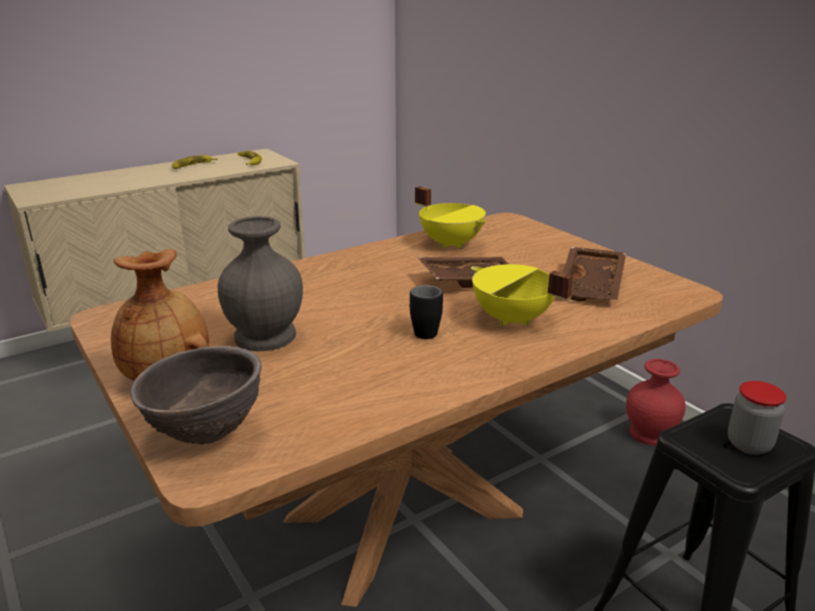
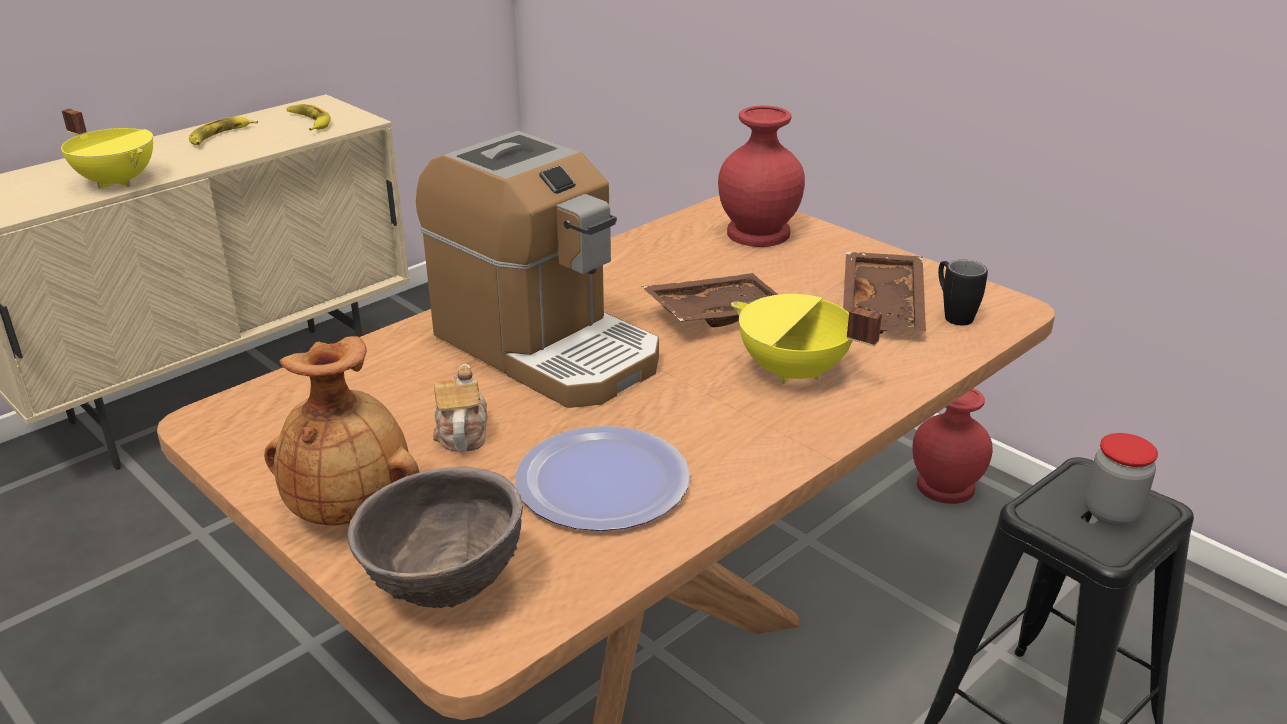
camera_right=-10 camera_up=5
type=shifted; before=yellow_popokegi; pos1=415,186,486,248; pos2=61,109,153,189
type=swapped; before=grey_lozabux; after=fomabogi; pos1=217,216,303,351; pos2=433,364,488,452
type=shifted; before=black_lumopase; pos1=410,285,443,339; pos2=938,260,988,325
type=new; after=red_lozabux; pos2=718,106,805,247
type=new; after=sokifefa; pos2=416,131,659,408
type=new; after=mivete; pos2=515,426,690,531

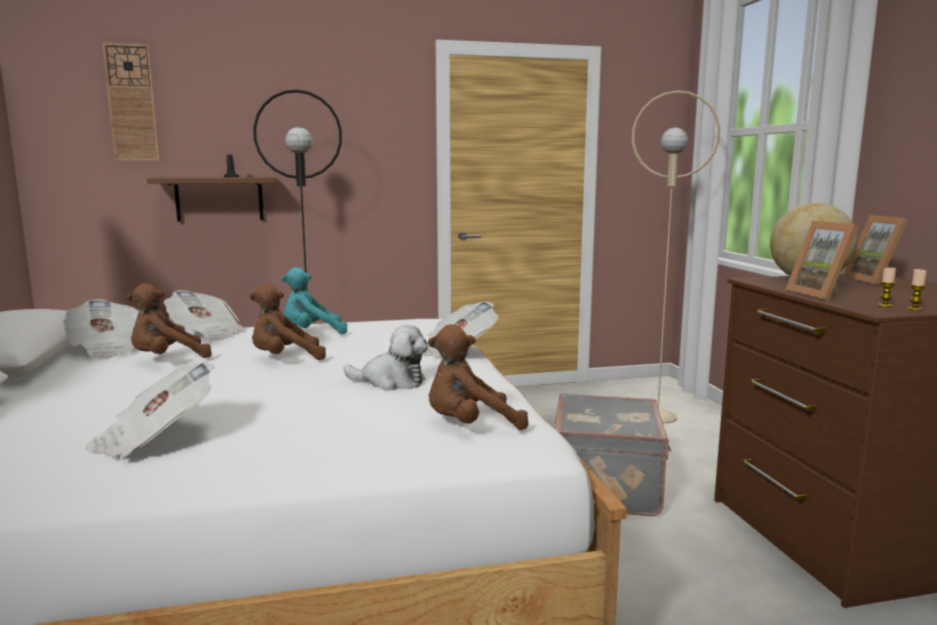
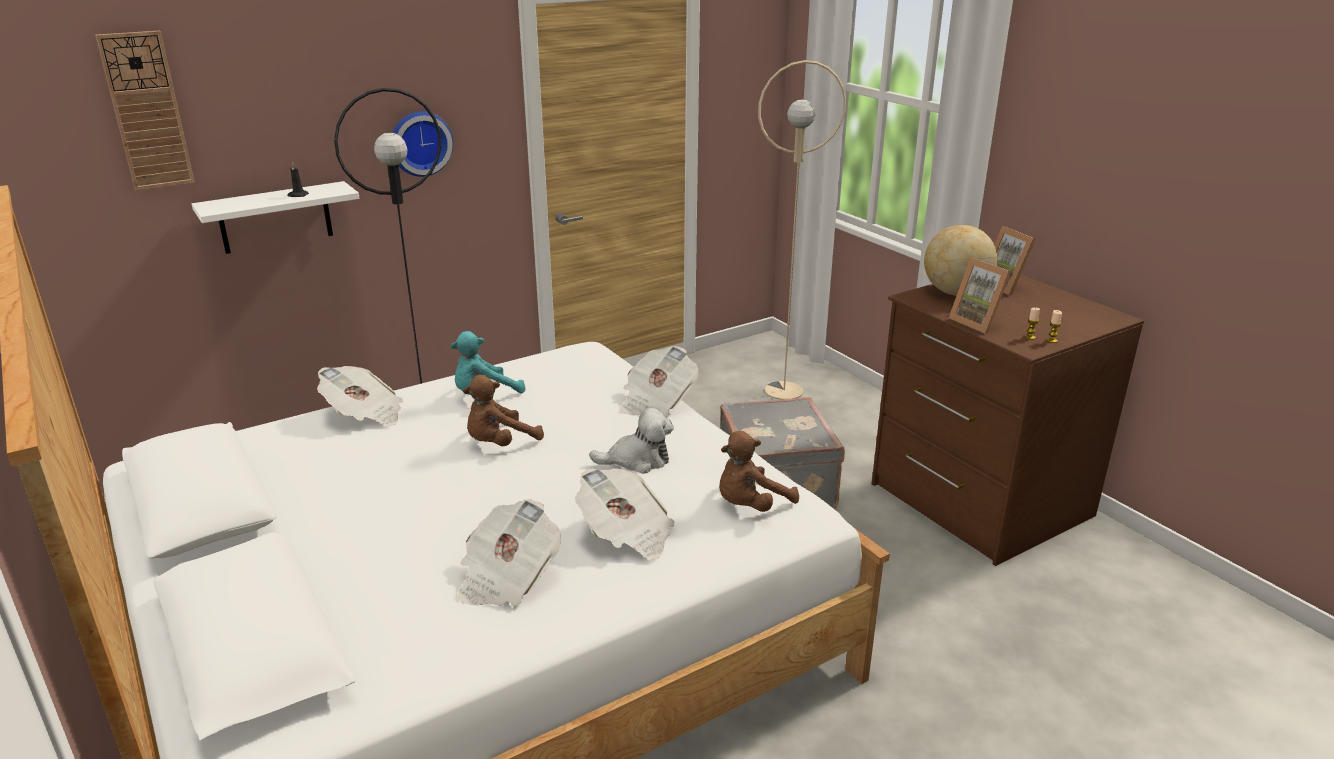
camera_right=-20 camera_up=15
type=repainted; before=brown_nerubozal; after=white_nerubozal; pos1=147,177,278,221; pos2=192,181,359,254
type=gone; before=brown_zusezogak; pos1=127,283,212,358
type=shifted; before=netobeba; pos1=64,299,140,360; pos2=575,468,675,559
type=new; after=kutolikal; pos2=393,112,453,177

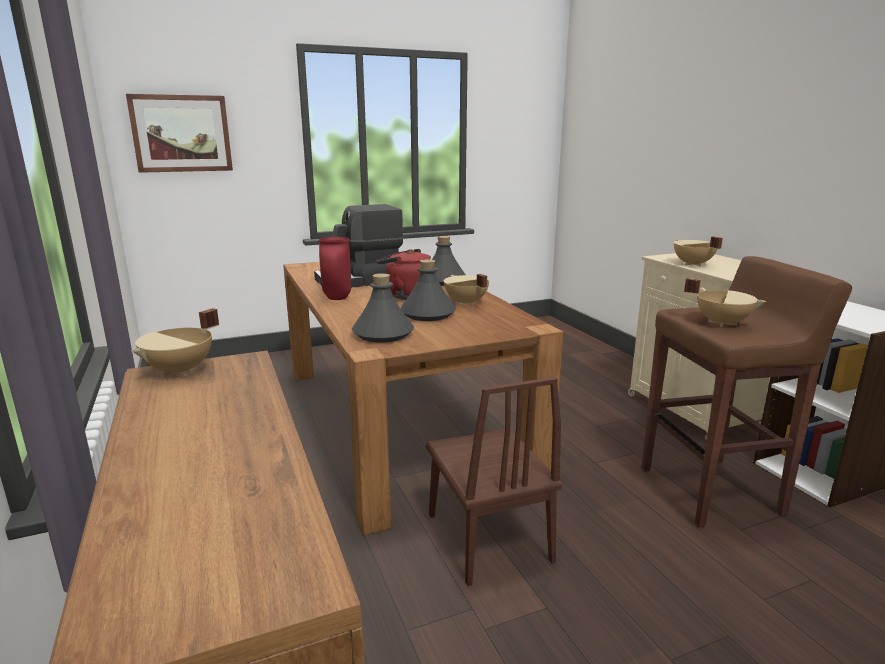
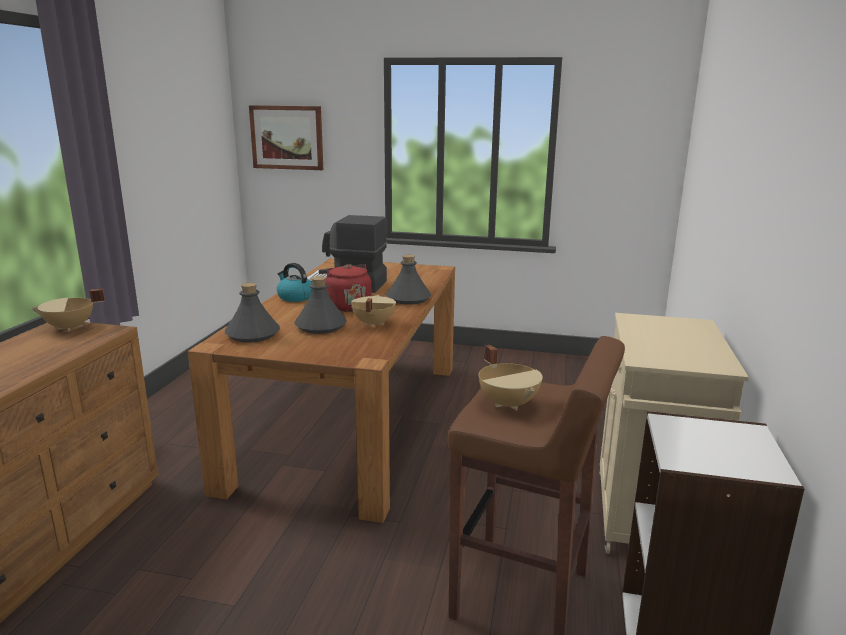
camera_right=35 camera_up=0
type=gone; before=beige_popokegi; pos1=674,236,723,266
type=swapped; before=red_lozabux; after=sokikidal; pos1=319,237,351,300; pos2=277,263,313,302
type=gone; before=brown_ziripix; pos1=426,377,562,586

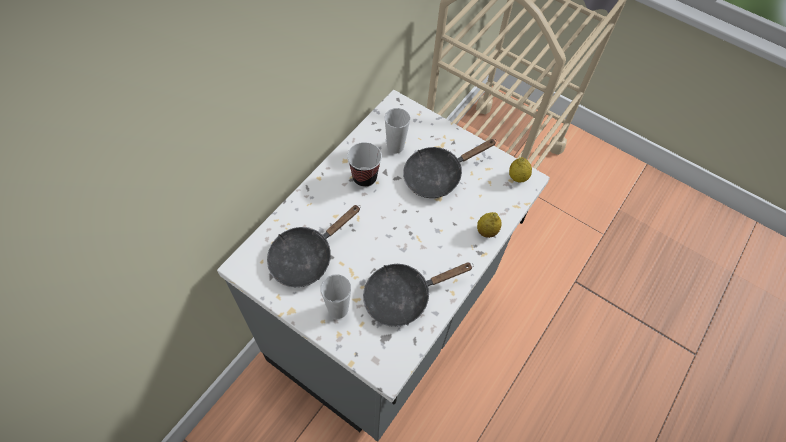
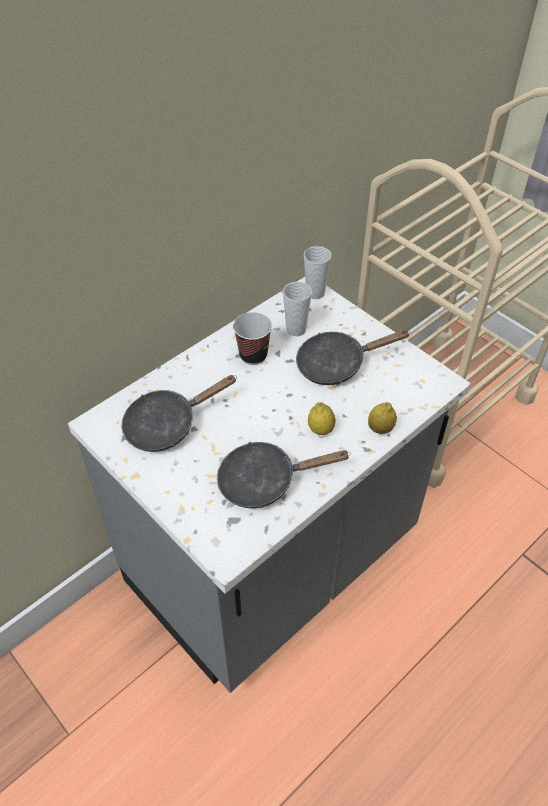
camera_right=15 camera_up=-10
type=shifted; before=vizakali; pos1=509,157,532,183; pos2=308,402,335,435
type=shifted; before=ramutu; pos1=320,274,351,319; pos2=304,246,332,299

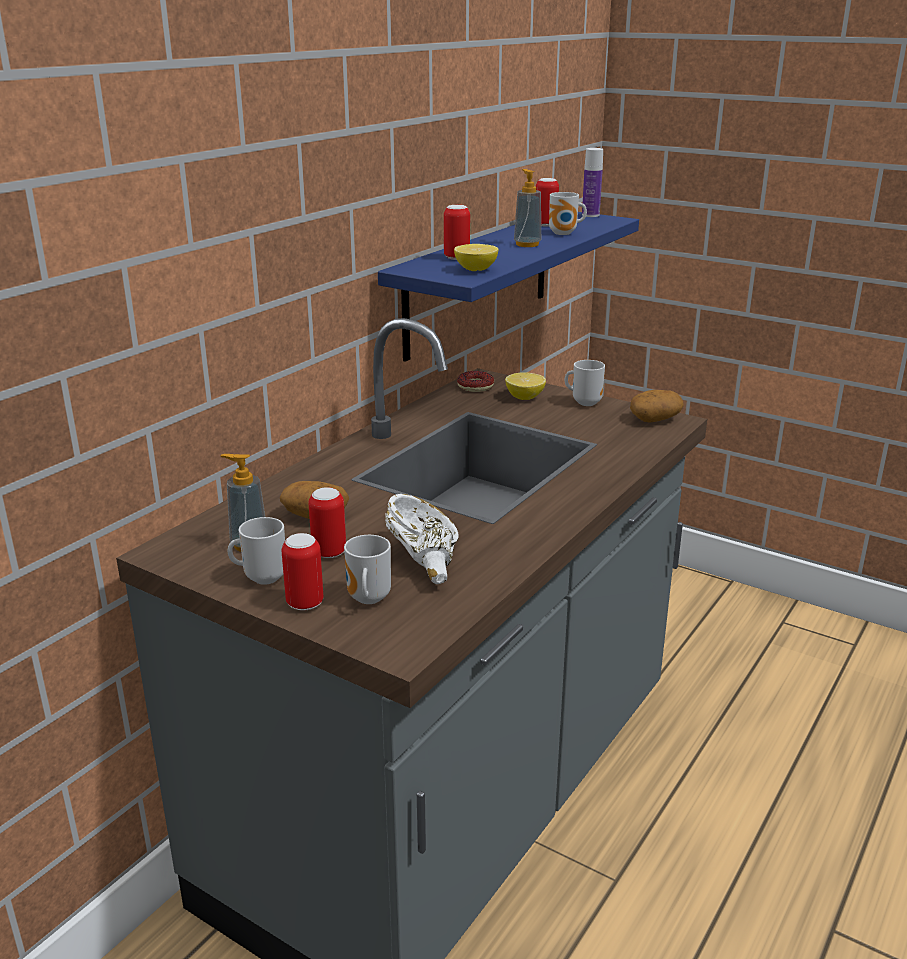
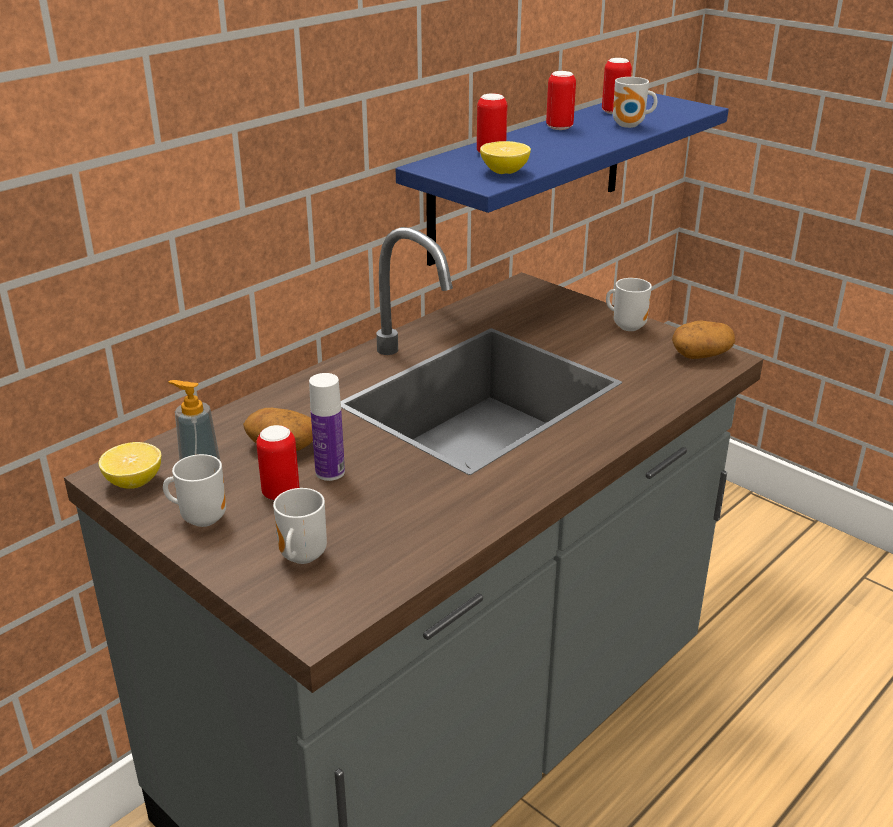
camera_right=10 camera_up=5
type=shifted; before=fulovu; pos1=582,148,603,217; pos2=309,373,345,481
type=gone; before=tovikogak; pos1=514,169,541,247
type=gone; before=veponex; pos1=457,371,494,392
type=shifted; before=vizakali; pos1=505,373,546,400; pos2=99,442,161,489
type=gone; before=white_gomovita; pos1=385,494,459,584
type=shifted; before=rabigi; pos1=282,533,323,611; pos2=546,71,576,130

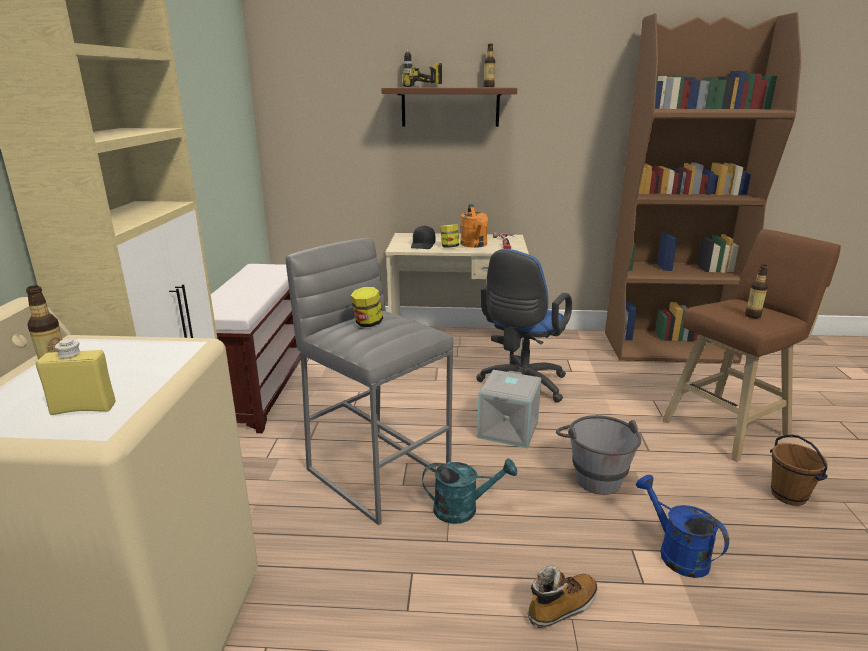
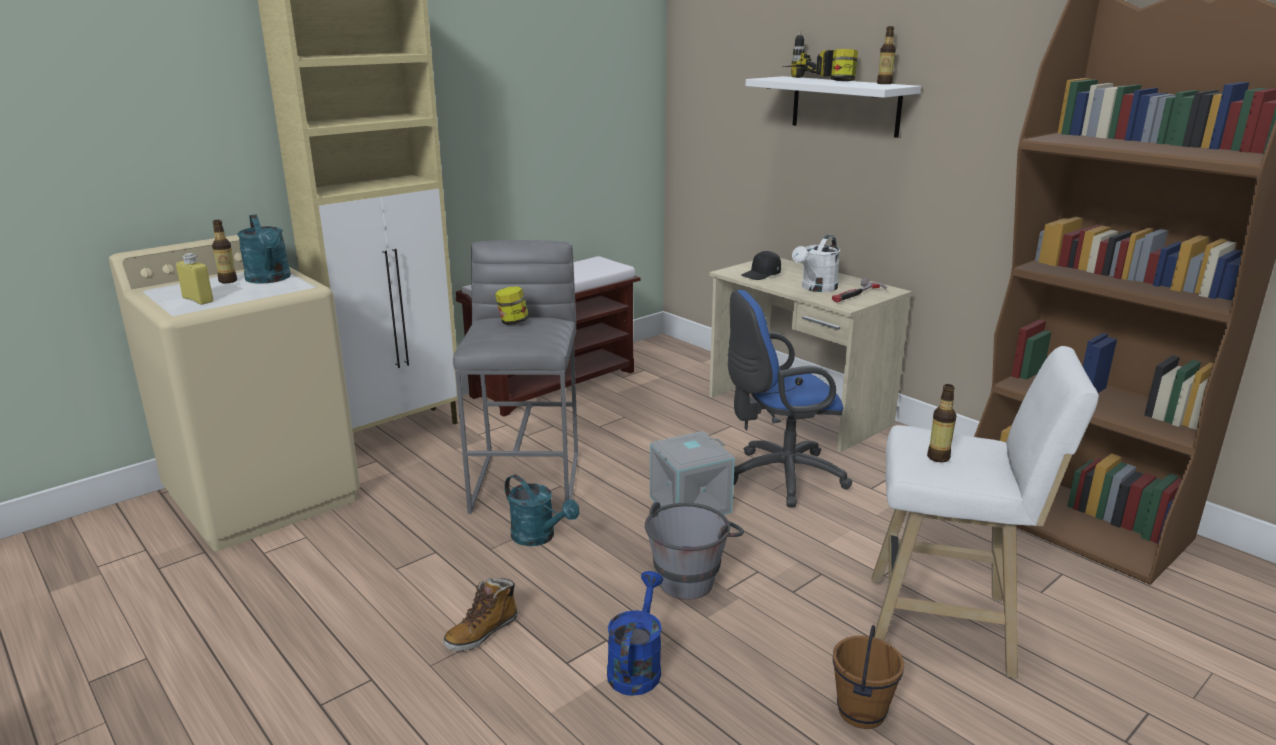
camera_right=45 camera_up=0
type=repainted; before=brown_nerubozal; after=white_nerubozal; pos1=381,87,517,127; pos2=745,76,921,138
type=repainted; before=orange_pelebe; after=white_pelebe; pos1=460,204,488,248; pos2=792,235,840,292
type=shifted; before=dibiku; pos1=440,224,459,248; pos2=831,49,858,81
type=repainted; before=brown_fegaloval; after=white_fegaloval; pos1=662,229,841,462; pos2=871,346,1099,679
type=rotated; before=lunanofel; pos1=528,565,598,628; pos2=443,578,518,651; turn=120
type=new; after=turquoise_pelebe; pos2=237,214,291,284

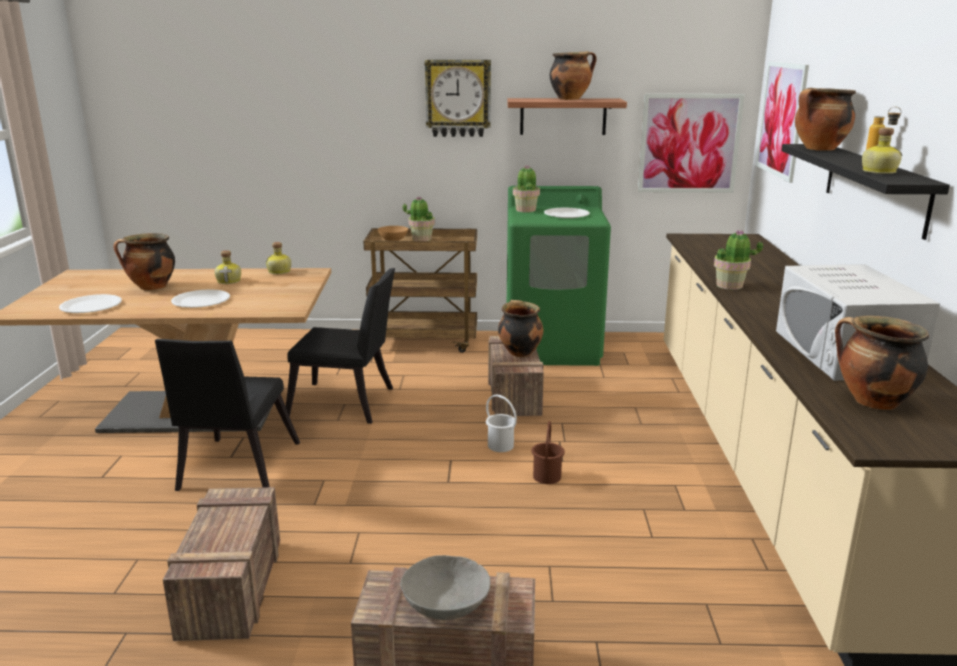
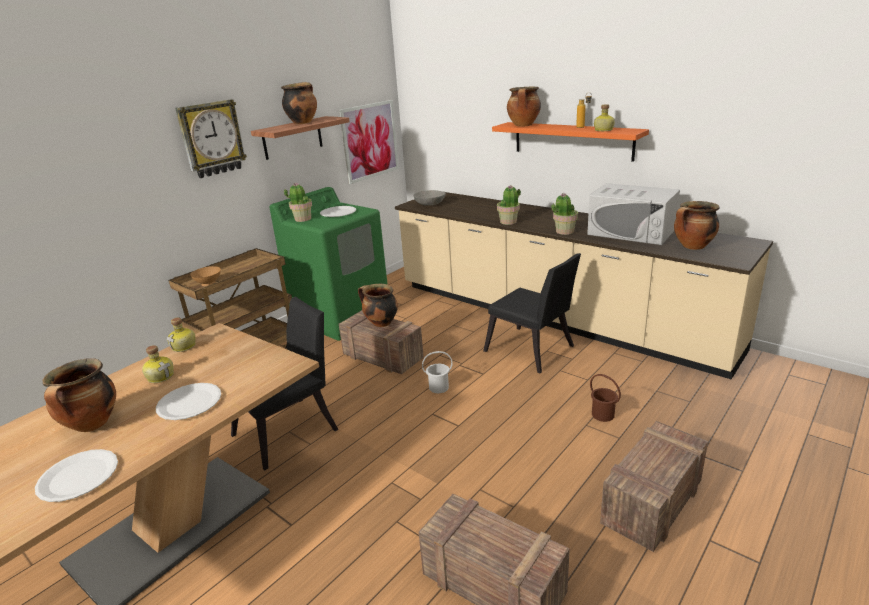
camera_right=-50 camera_up=5
type=gone; before=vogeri; pos1=756,61,809,183
type=repainted; before=black_nerubozal; after=orange_nerubozal; pos1=781,144,950,240; pos2=492,122,649,162
type=shifted; before=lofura; pos1=403,197,435,241; pos2=551,193,578,235
type=shifted; before=black_ziripix; pos1=155,339,300,491; pos2=483,253,581,373
type=shifted; before=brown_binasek; pos1=532,421,565,484; pos2=590,374,621,422
type=shifted; before=grey_gomovita; pos1=400,555,490,620; pos2=414,190,446,206

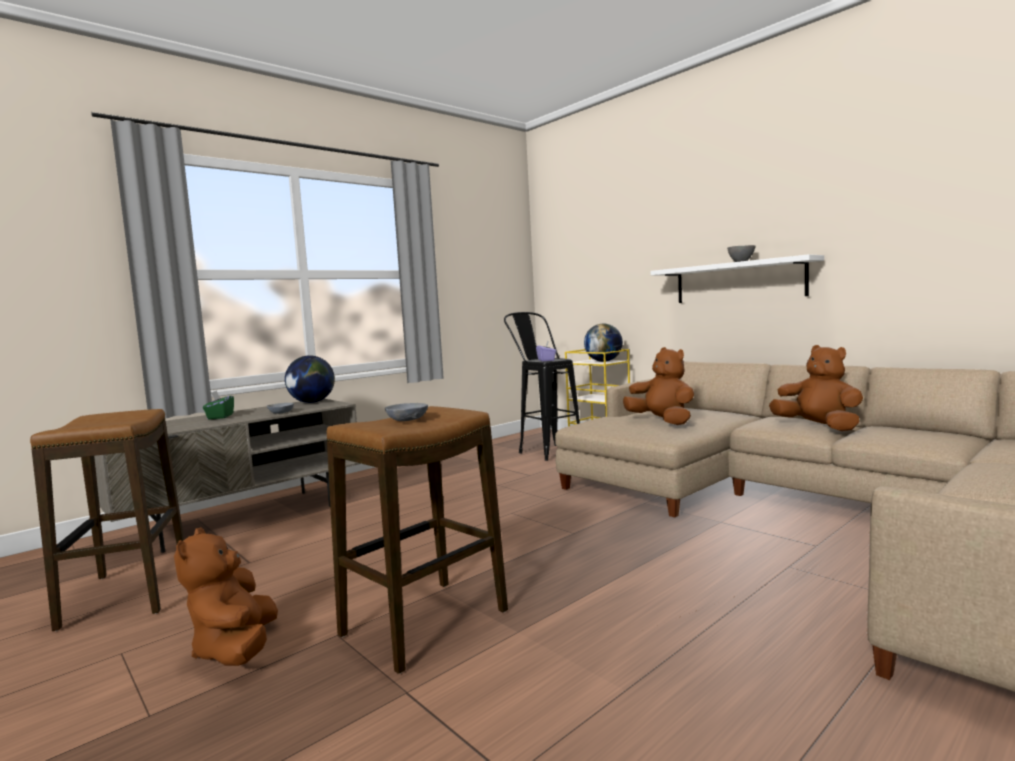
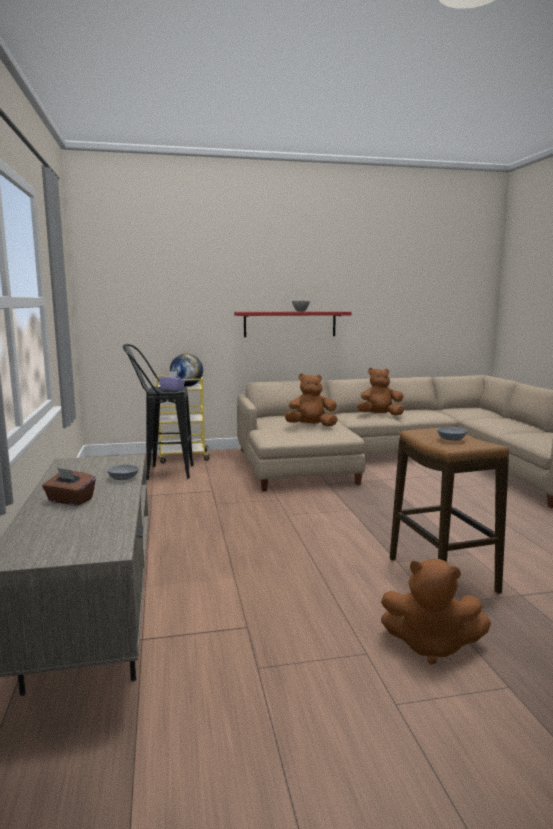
camera_right=-60 camera_up=5
type=repainted; before=white_nerubozal; after=red_nerubozal; pos1=651,254,824,303; pos2=234,311,352,337
type=gone; before=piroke; pos1=285,355,335,403
type=repainted; before=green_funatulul; after=brown_funatulul; pos1=203,390,234,419; pos2=42,467,96,506
type=gone; before=fegaloval; pos1=30,409,184,631

